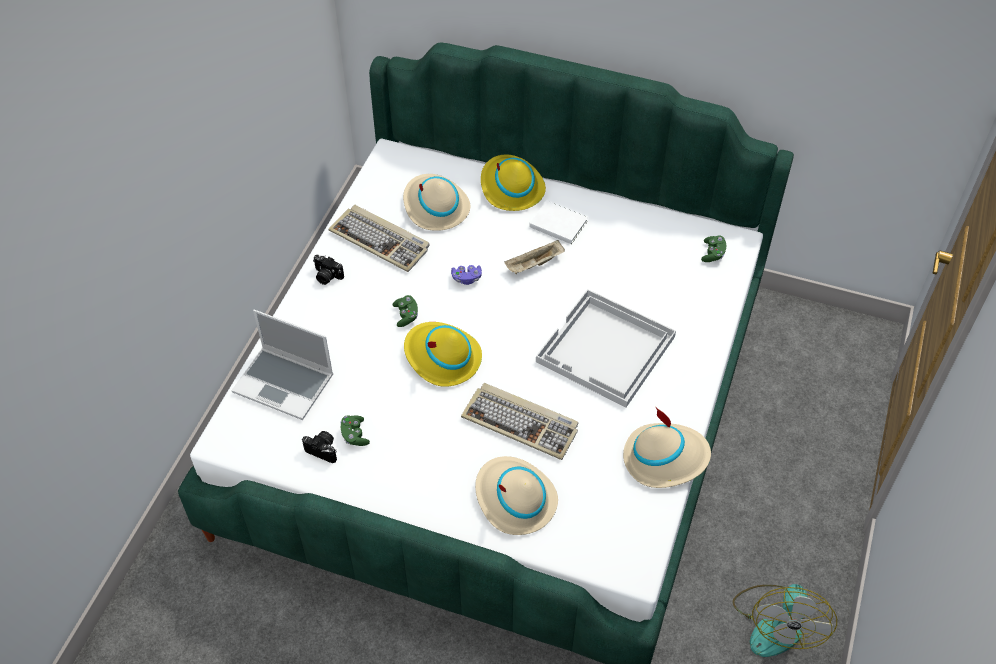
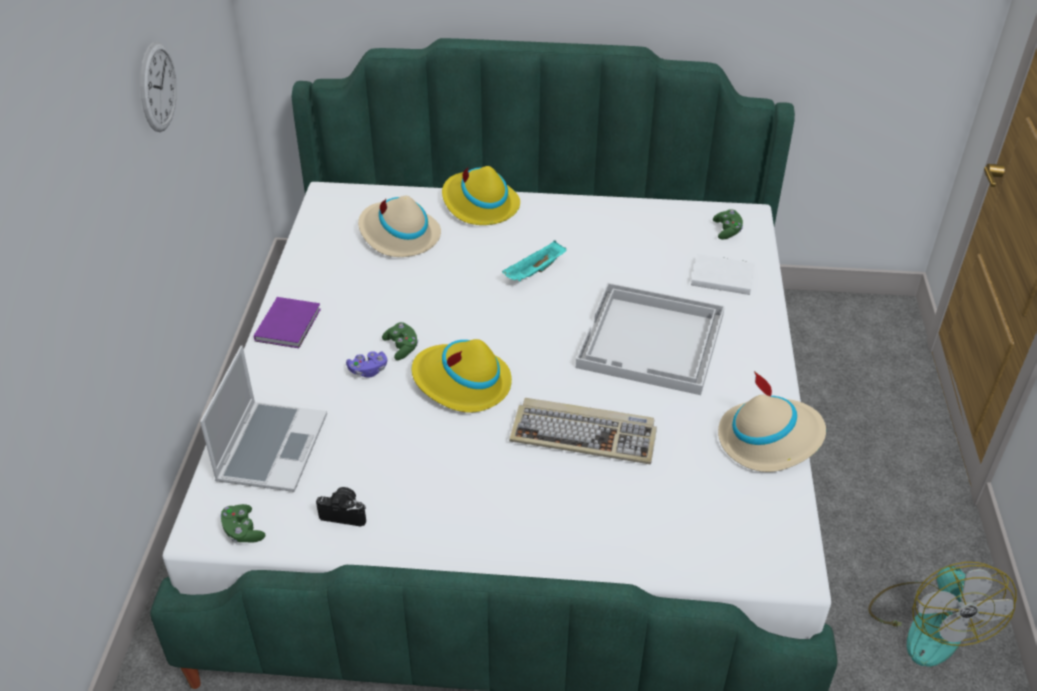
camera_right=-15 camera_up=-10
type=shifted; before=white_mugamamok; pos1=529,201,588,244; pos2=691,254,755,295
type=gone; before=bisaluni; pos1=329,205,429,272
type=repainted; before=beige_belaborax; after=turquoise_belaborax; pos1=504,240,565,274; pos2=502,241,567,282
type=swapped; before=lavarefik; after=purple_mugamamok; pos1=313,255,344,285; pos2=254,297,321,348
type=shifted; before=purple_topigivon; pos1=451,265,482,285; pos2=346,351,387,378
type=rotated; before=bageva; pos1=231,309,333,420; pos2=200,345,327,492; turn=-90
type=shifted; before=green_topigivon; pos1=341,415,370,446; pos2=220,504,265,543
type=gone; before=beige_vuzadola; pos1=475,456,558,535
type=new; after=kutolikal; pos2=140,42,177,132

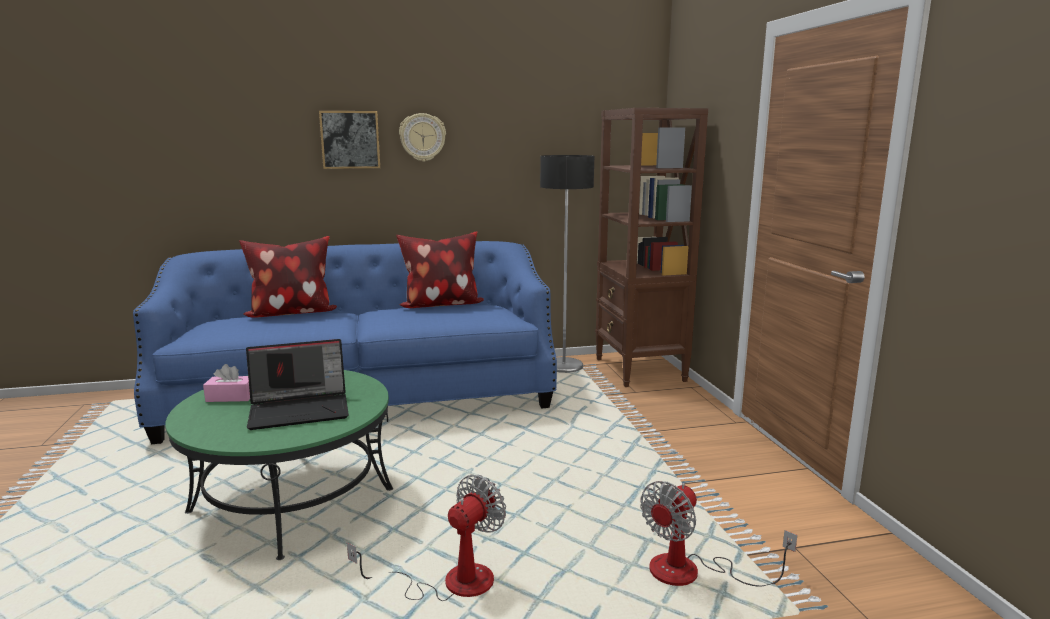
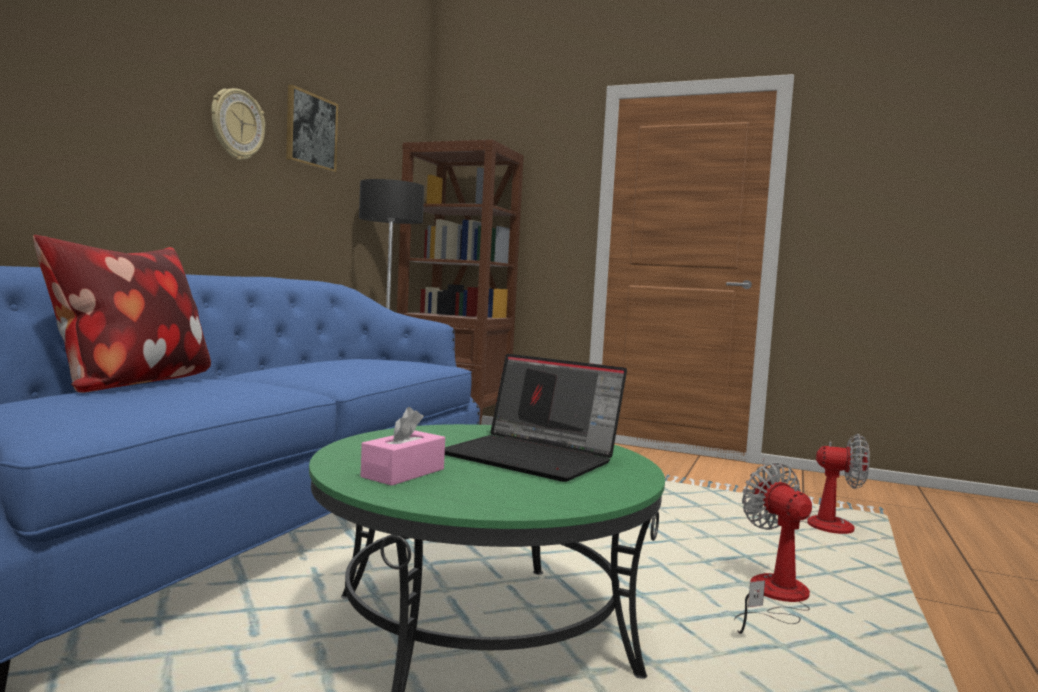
camera_right=-55 camera_up=-10
type=shifted; before=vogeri; pos1=319,111,380,169; pos2=286,85,338,172
type=gone; before=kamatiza; pos1=396,231,484,308
type=rotated; before=bageva; pos1=246,339,349,430; pos2=445,354,627,482; turn=105
type=rotated; before=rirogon; pos1=640,481,797,587; pos2=762,434,870,534; turn=-60

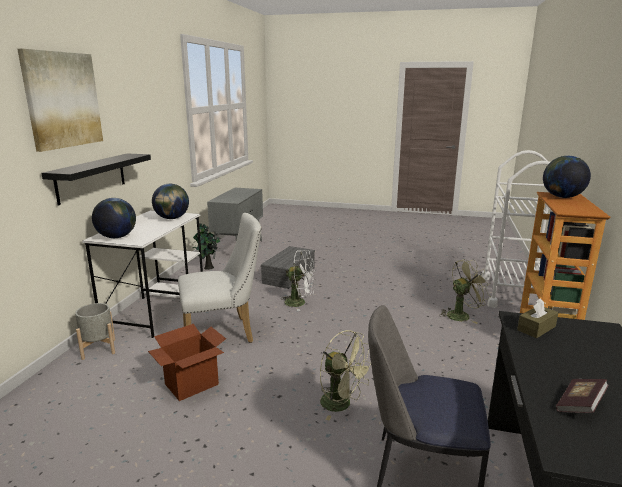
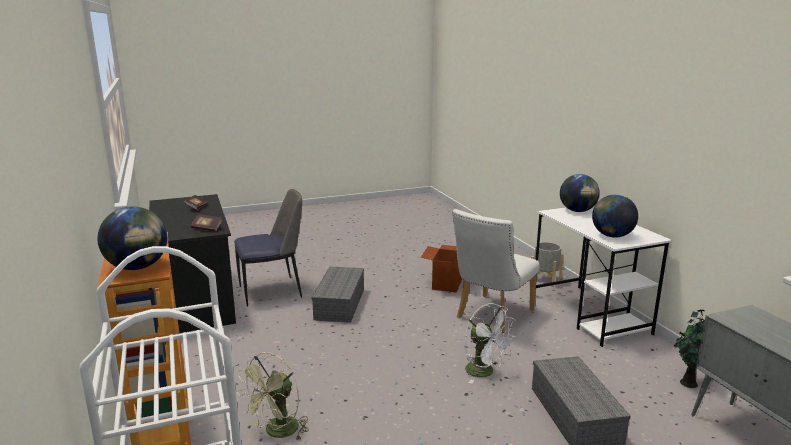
camera_right=145 camera_up=0
type=gone; before=vogeri; pos1=17,49,103,152
type=gone; before=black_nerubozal; pos1=42,153,151,205
type=rotated; before=white_rirogon; pos1=280,250,316,311; pos2=465,303,517,384; turn=-105
type=swapped; before=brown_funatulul; after=mugamamok; pos1=517,298,559,338; pos2=191,214,222,232
type=swapped; before=green_rirogon; after=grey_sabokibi; pos1=320,330,371,421; pos2=312,266,364,323

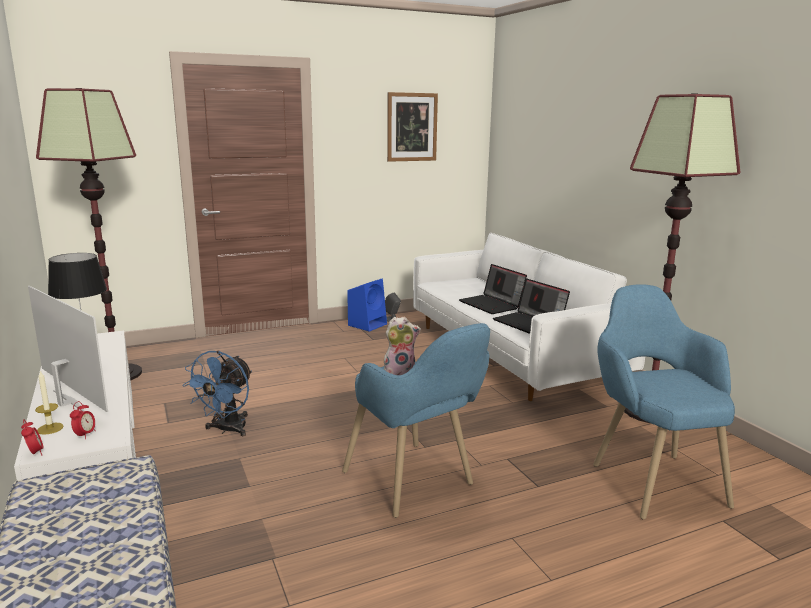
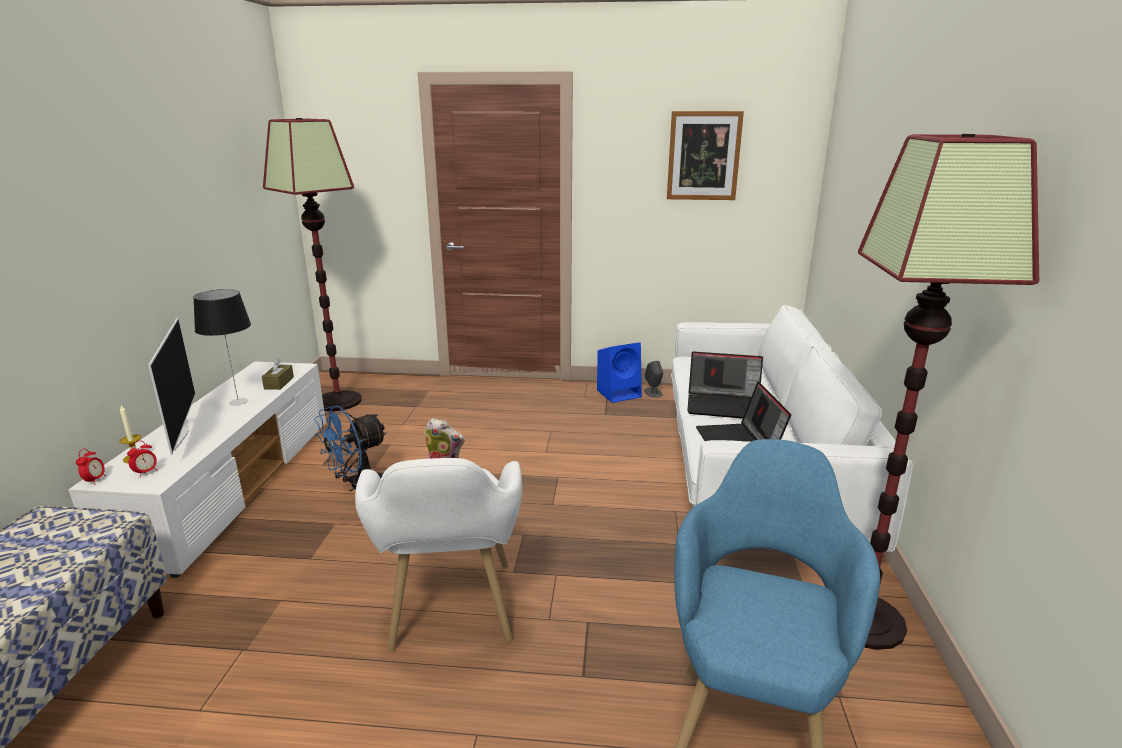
camera_right=30 camera_up=5
type=rotated; before=bageva; pos1=459,264,527,314; pos2=687,351,763,419; turn=-75
type=repainted; before=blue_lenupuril; after=white_lenupuril; pos1=342,323,490,518; pos2=355,458,522,652
type=new; after=brown_funatulul; pos2=262,358,294,390

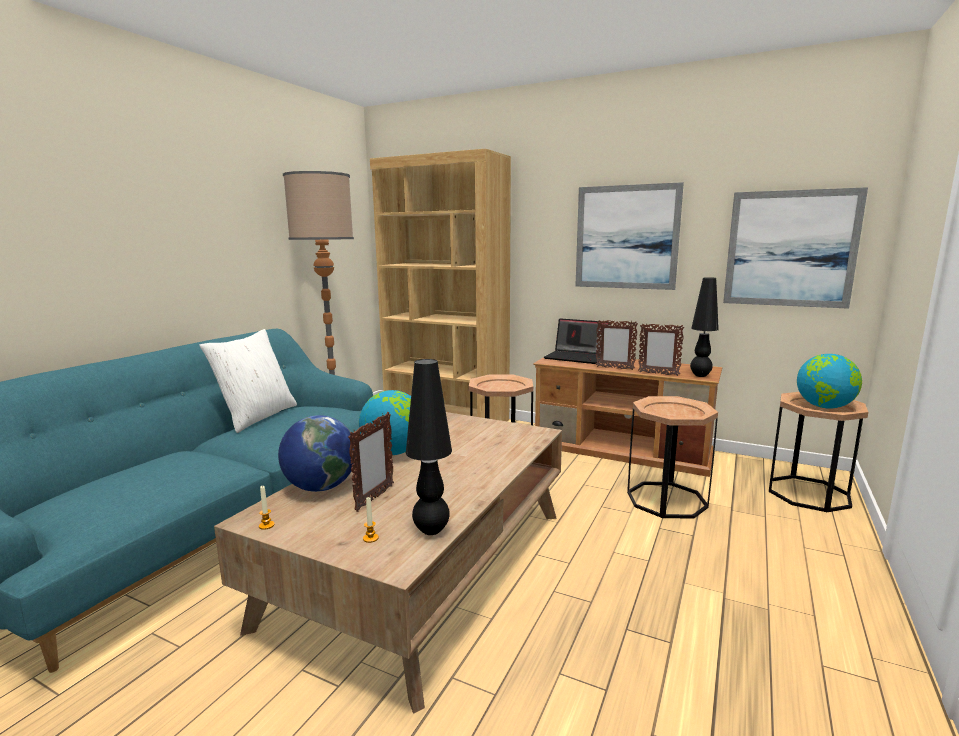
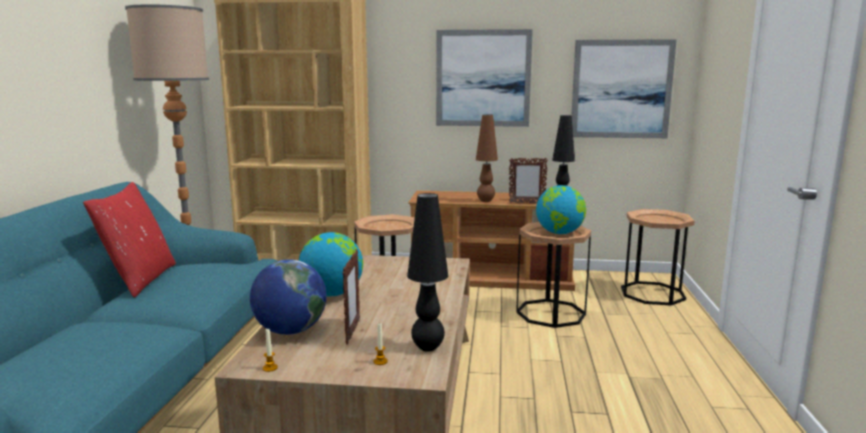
camera_right=-20 camera_up=0
type=gone; before=bageva; pos1=544,318,610,364
type=swapped; before=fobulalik; after=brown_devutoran; pos1=596,320,638,370; pos2=476,114,498,202
type=repainted; before=white_kamatiza; after=red_kamatiza; pos1=200,329,297,433; pos2=83,182,176,298
type=shifted; before=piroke; pos1=797,354,862,409; pos2=536,185,586,234

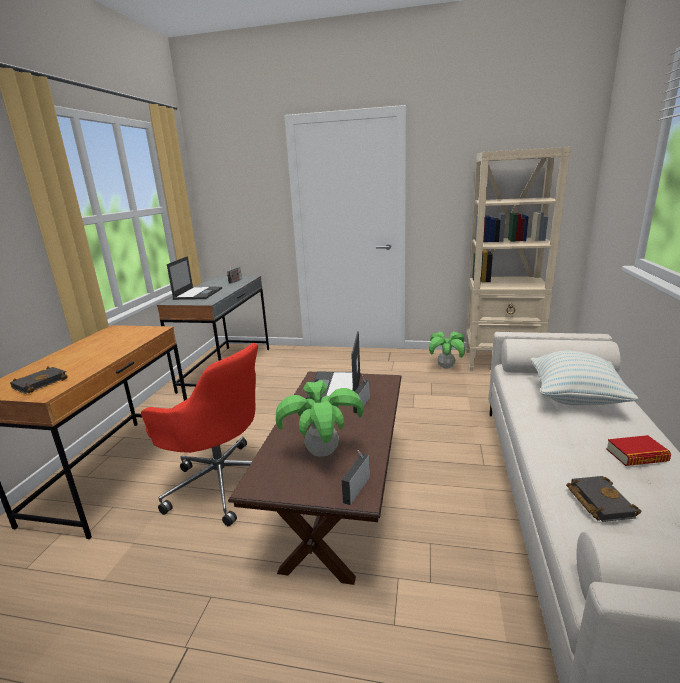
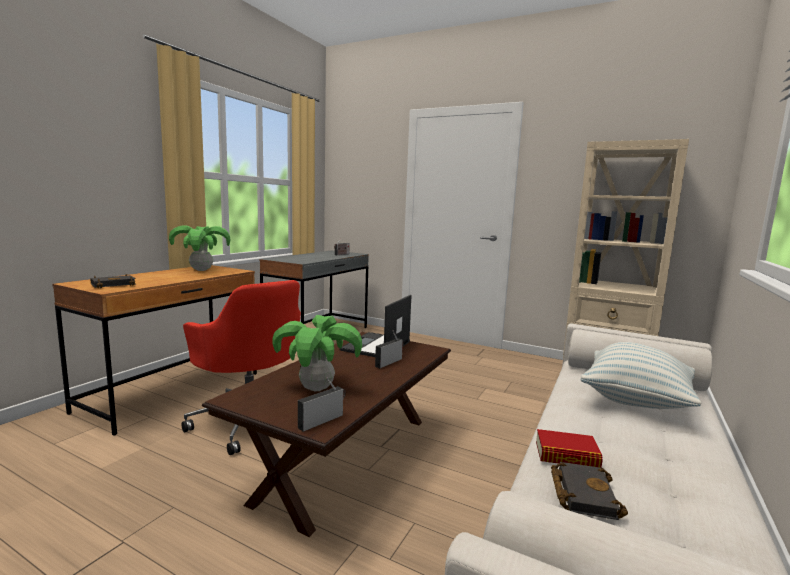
camera_right=15 camera_up=-10
type=gone; before=bageva; pos1=167,256,222,300
type=shifted; before=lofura; pos1=429,332,465,369; pos2=169,225,231,271
type=shifted; before=mugamamok; pos1=606,435,671,466; pos2=536,429,603,468

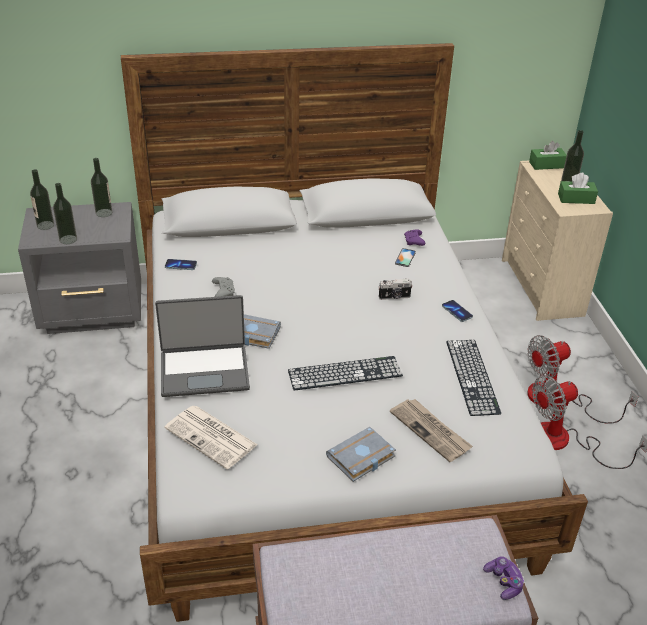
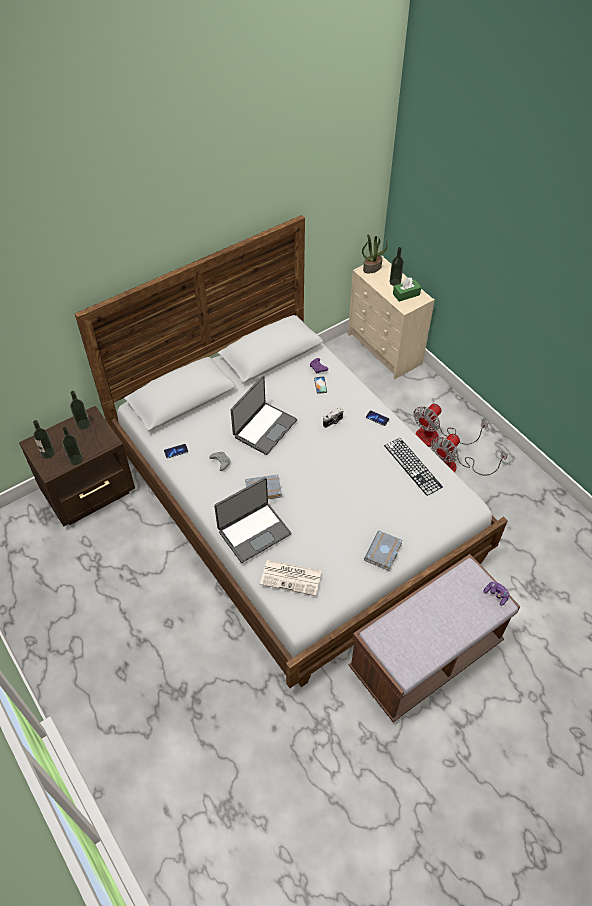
camera_right=-25 camera_up=15
type=swapped; before=green_funatulul; after=lofura; pos1=529,141,567,170; pos2=362,234,387,273
type=repainted; before=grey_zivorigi; after=brown_zivorigi; pos1=18,202,141,334; pos2=19,406,135,526
type=gone; before=bisaluni; pos1=288,356,403,391
type=gone; before=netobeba; pos1=390,399,473,462
type=new; after=bageva; pos2=231,376,297,455

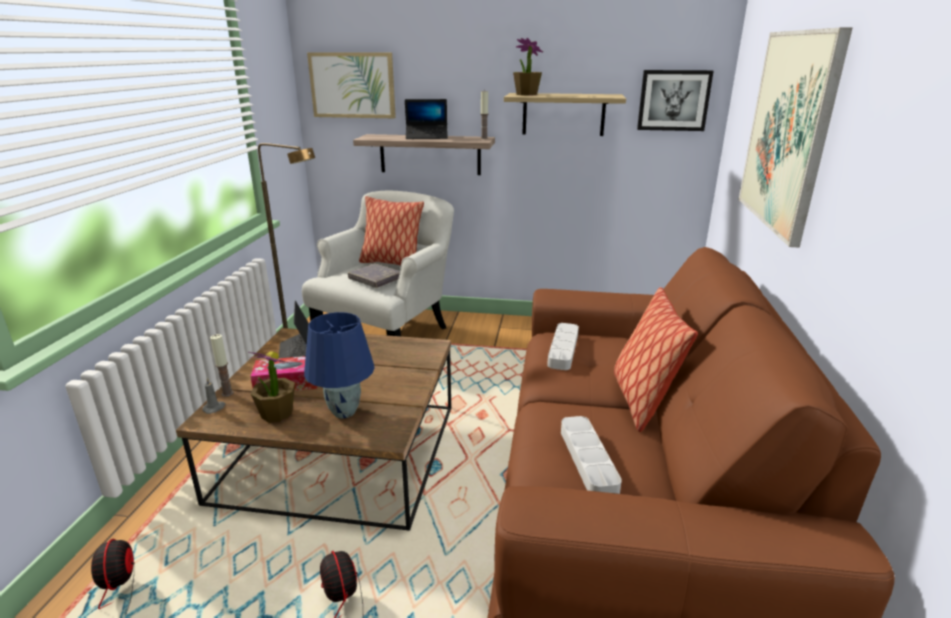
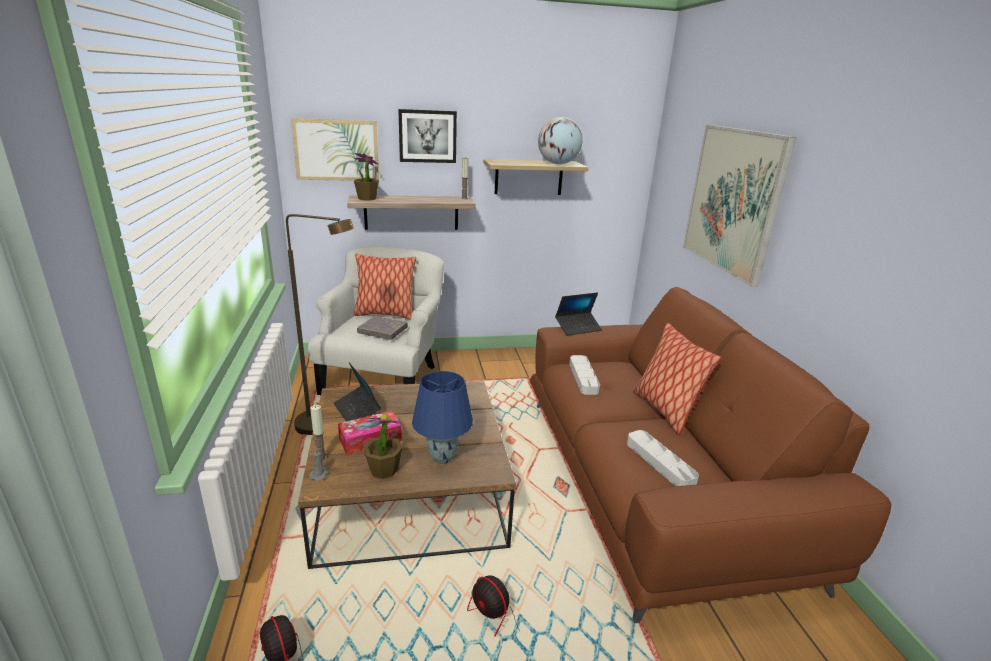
camera_right=-20 camera_up=0
type=shifted; before=lofura; pos1=513,38,543,96; pos2=354,153,379,201
type=shifted; before=vogeri; pos1=637,70,713,131; pos2=398,109,457,163
type=shifted; before=bageva; pos1=405,99,448,139; pos2=555,292,602,336
type=new; after=piroke; pos2=538,117,583,164

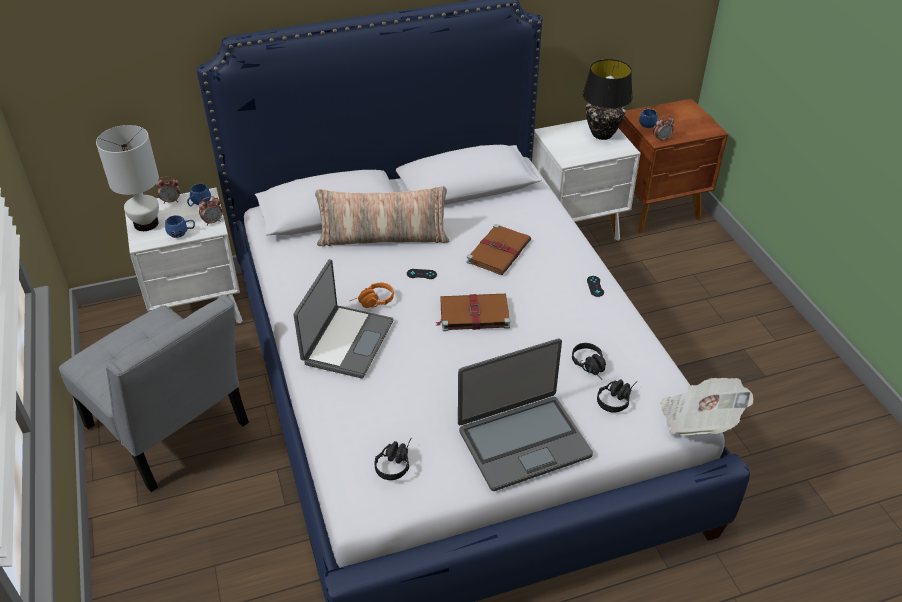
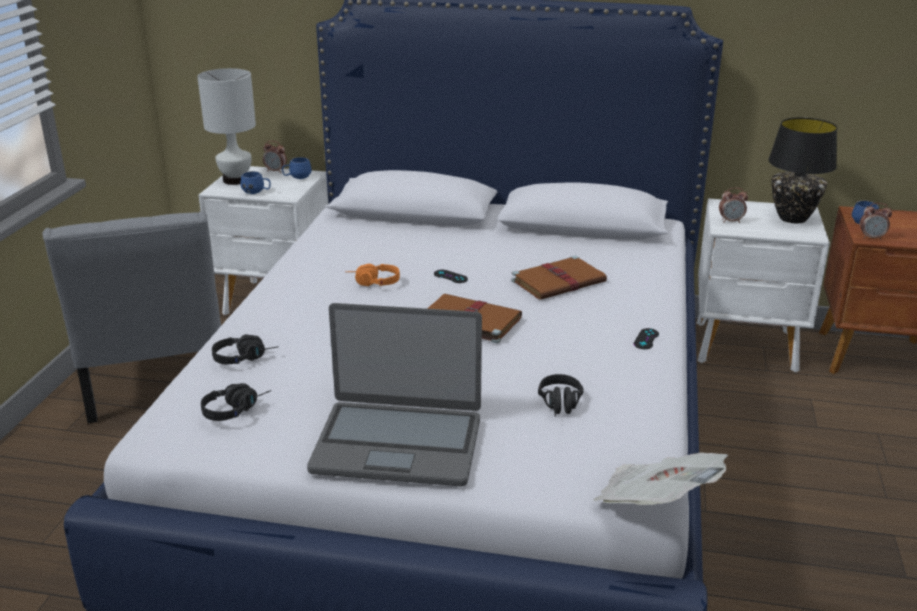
camera_right=30 camera_up=-15
type=gone; before=kamatiza; pos1=315,186,450,247
type=shifted; before=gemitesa; pos1=199,196,223,226; pos2=719,187,748,223
type=gone; before=bageva; pos1=294,259,393,378
type=shifted; before=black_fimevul; pos1=597,379,637,413; pos2=212,334,278,364

